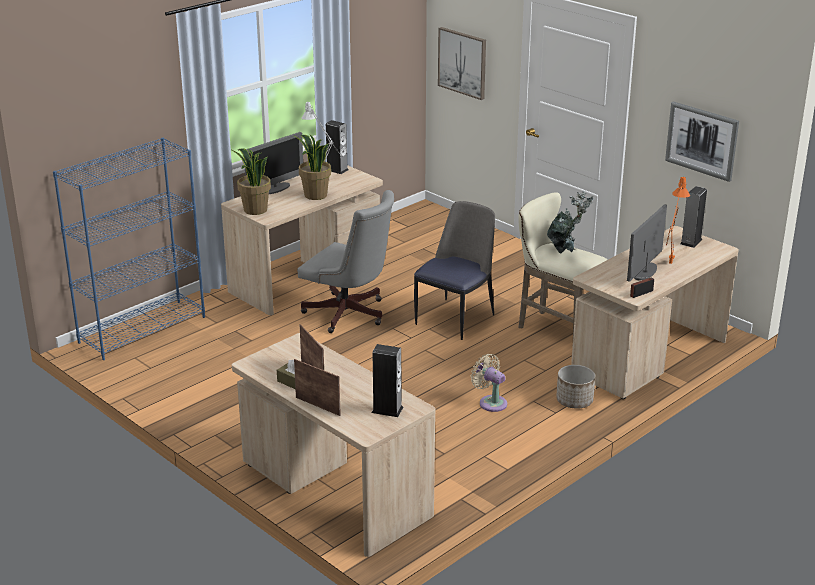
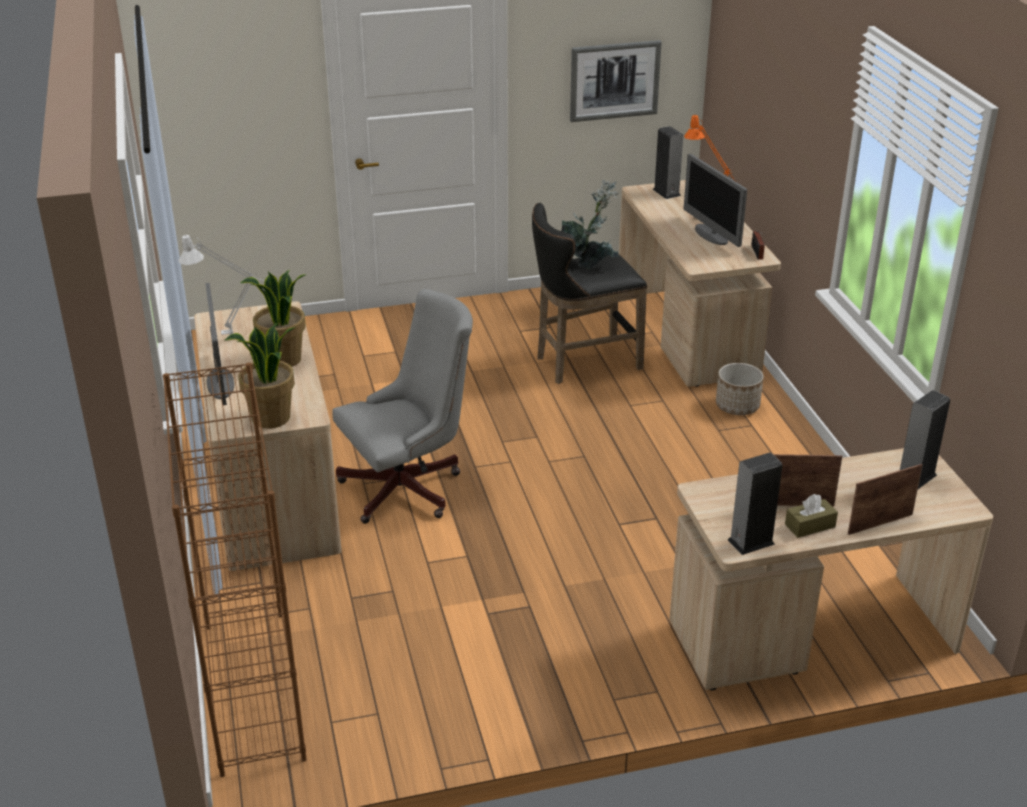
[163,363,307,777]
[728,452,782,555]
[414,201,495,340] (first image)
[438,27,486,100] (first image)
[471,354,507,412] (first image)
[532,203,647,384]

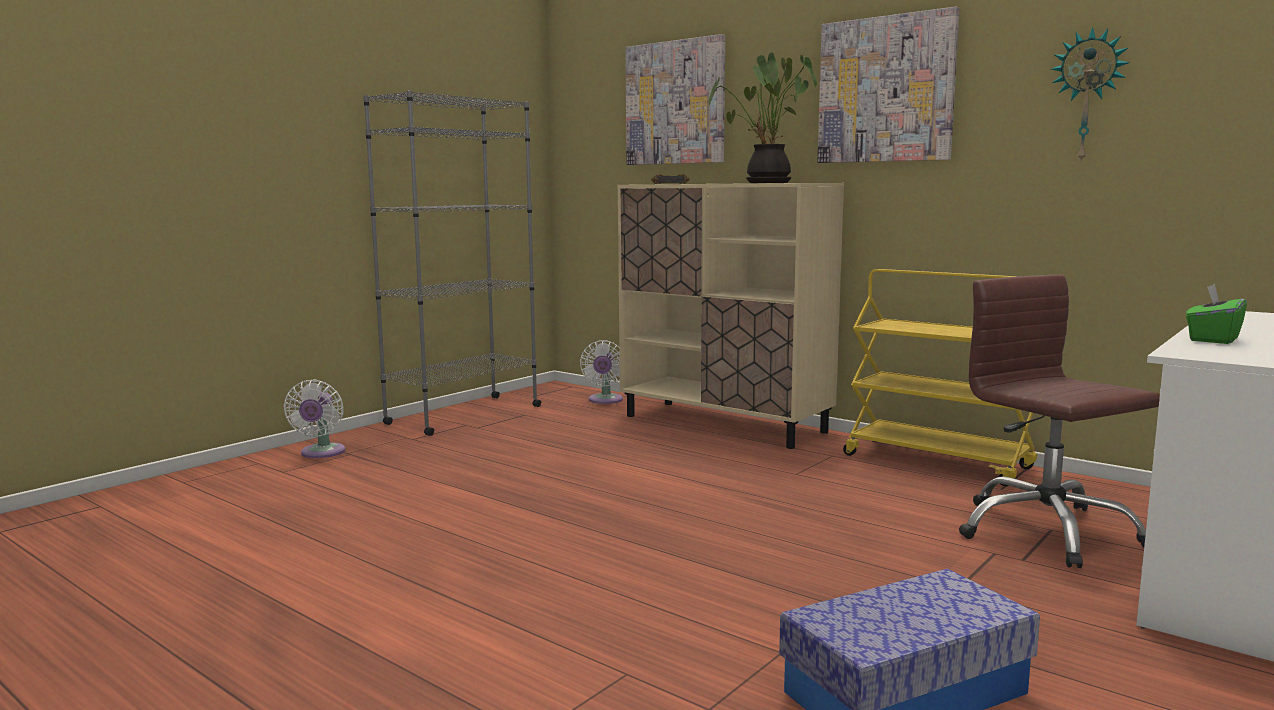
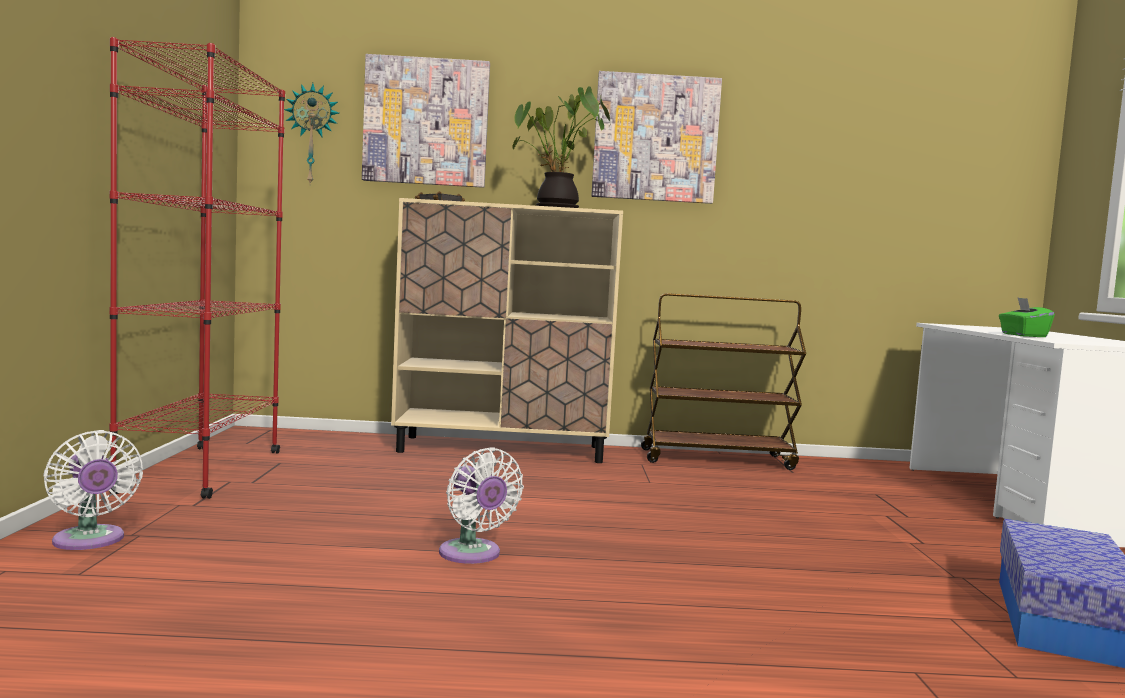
[108,37,285,499]
[439,447,524,564]
[641,293,806,470]
[959,275,1160,568] (first image)
[284,83,339,184]

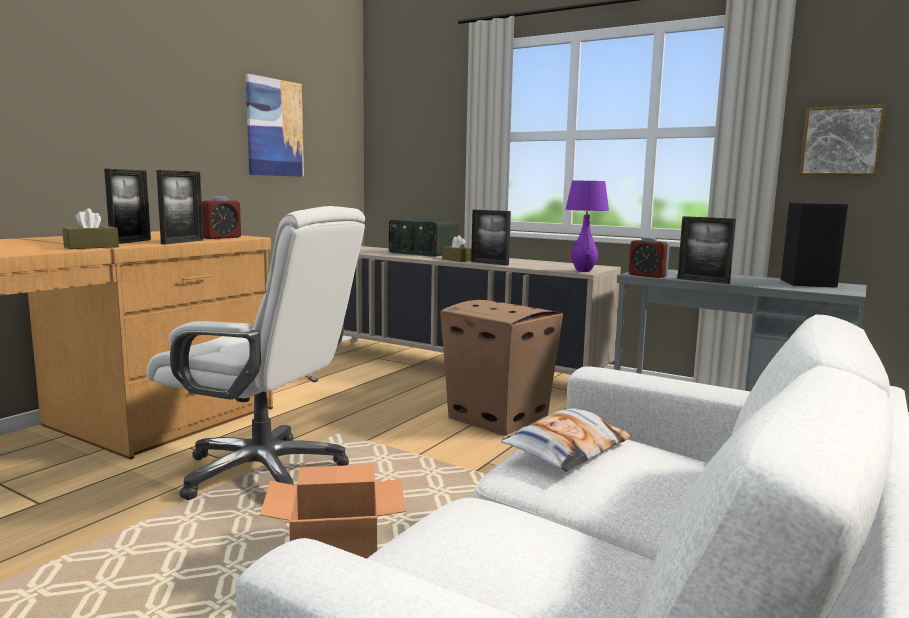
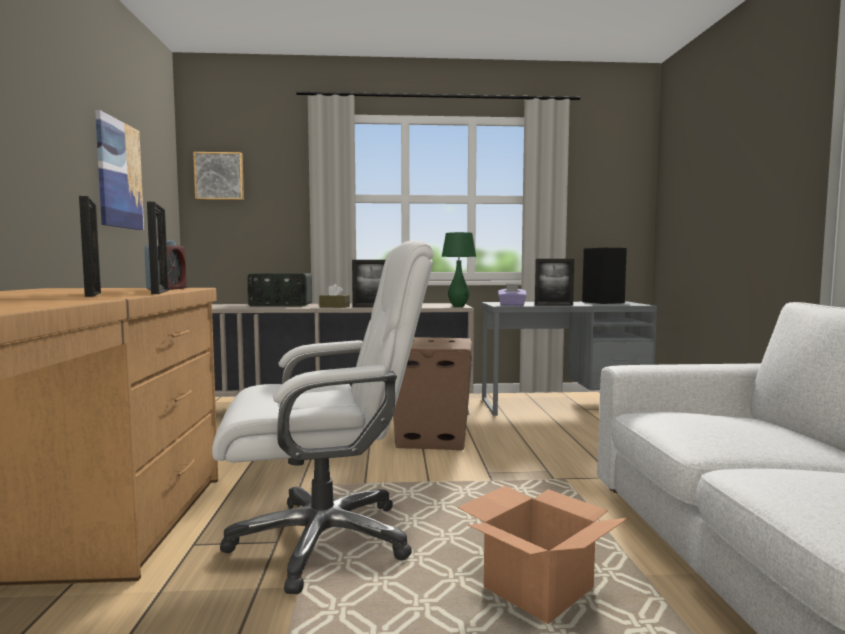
[62,208,119,249] (first image)
[500,408,632,471] (first image)
[441,232,477,307]
[498,284,527,306]
[193,152,244,200]

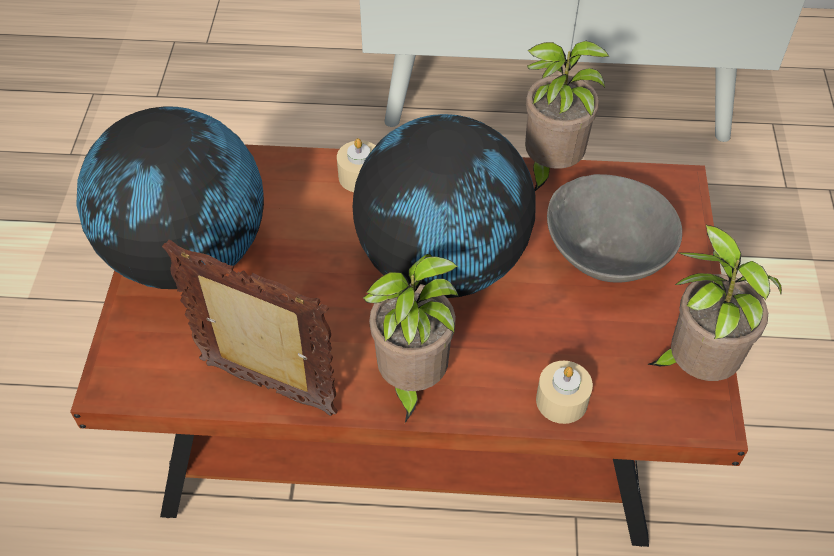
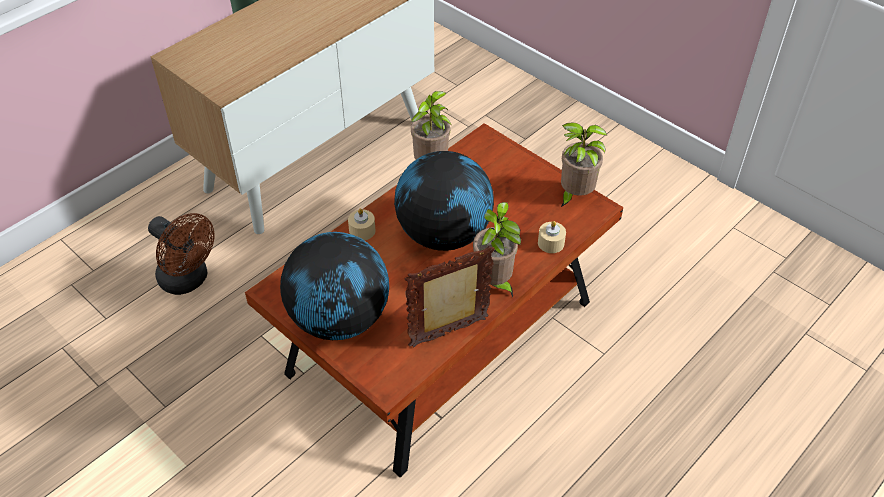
[547,174,682,283] (first image)
[148,213,215,295]

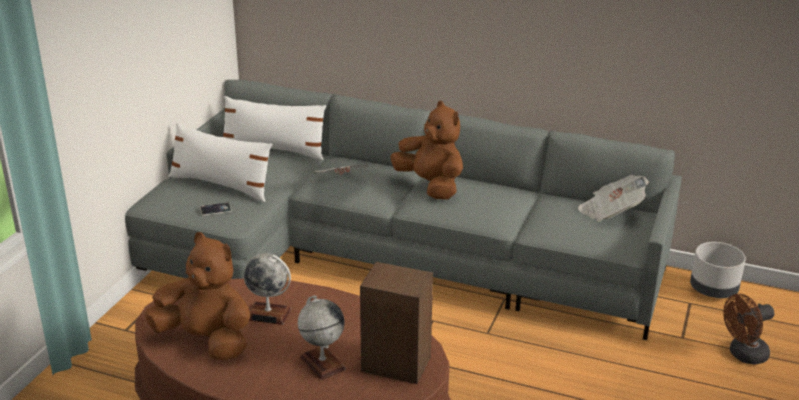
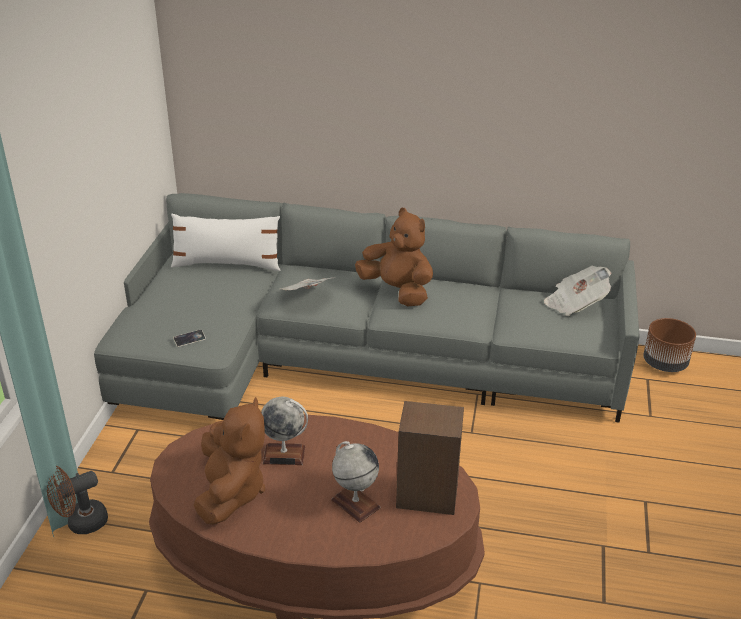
[194,397,265,525]
[168,123,272,202] (first image)
[643,318,696,372]
[47,466,108,534]

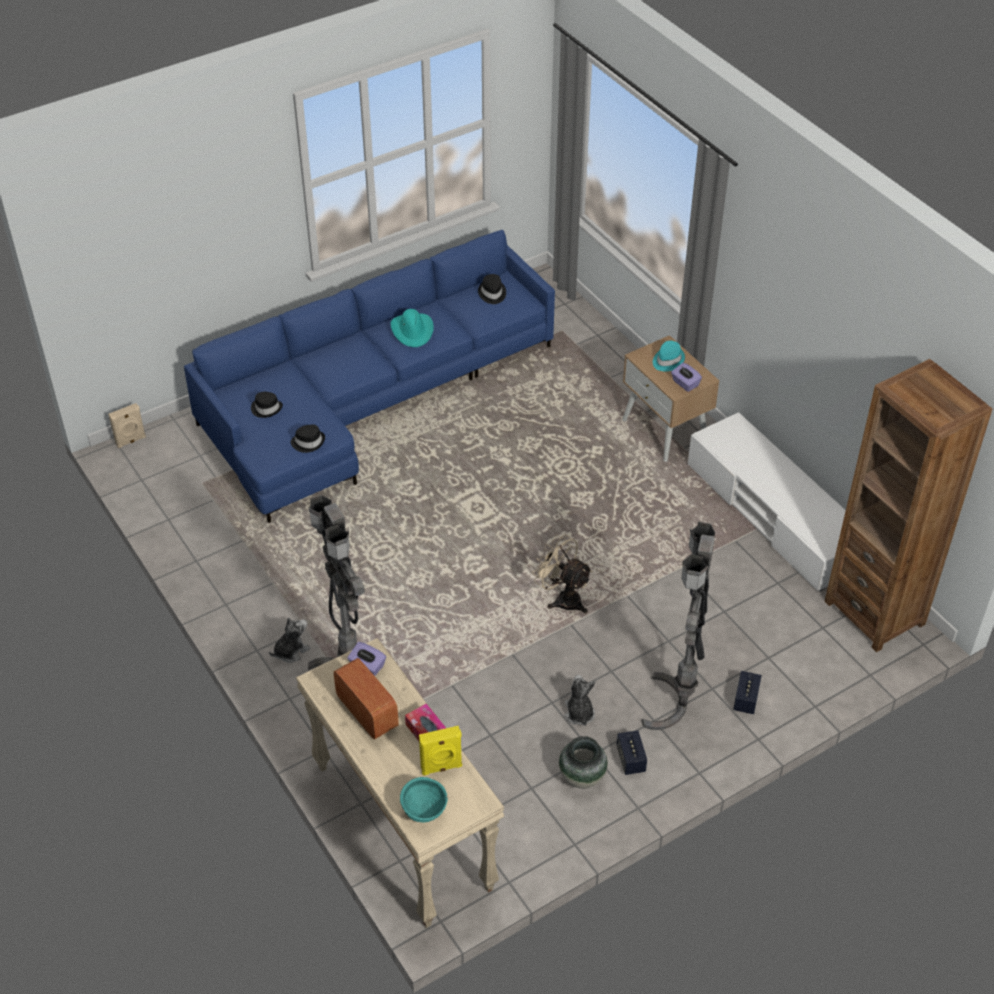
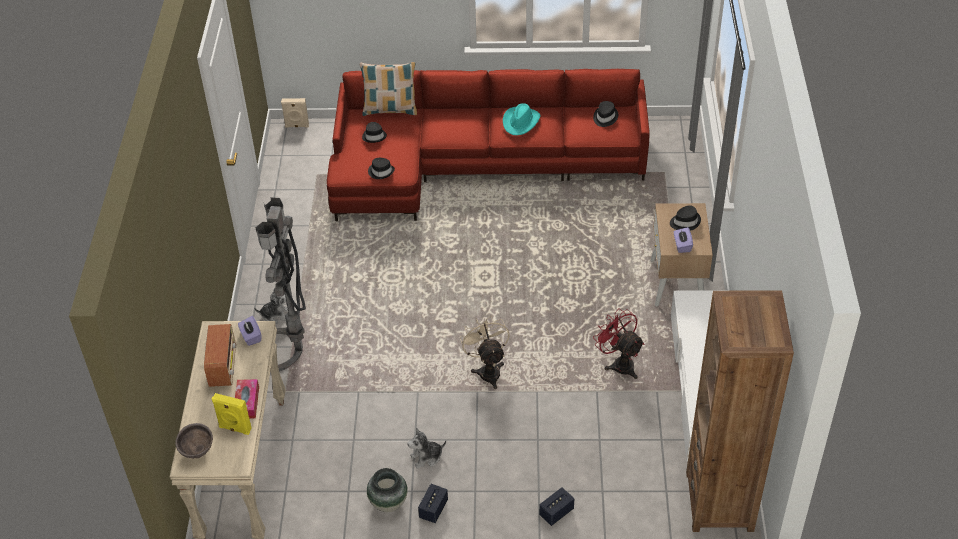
[327,69,650,221]
[175,423,213,459]
[407,427,446,469]
[642,522,715,730] (first image)
[670,205,701,231]
[360,62,417,116]
[593,308,645,379]

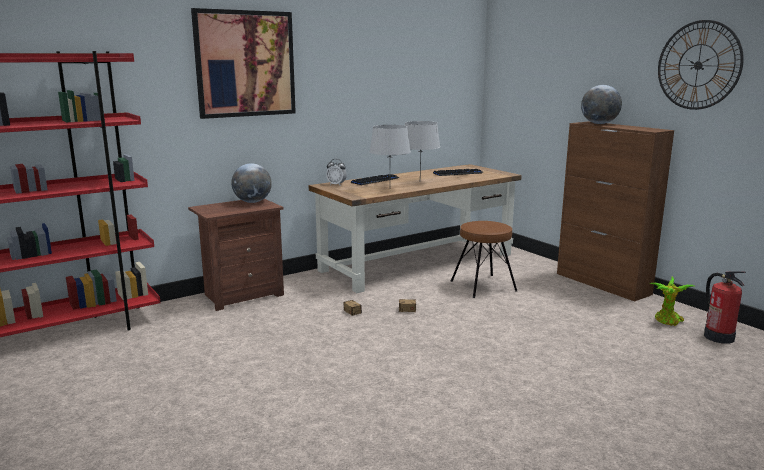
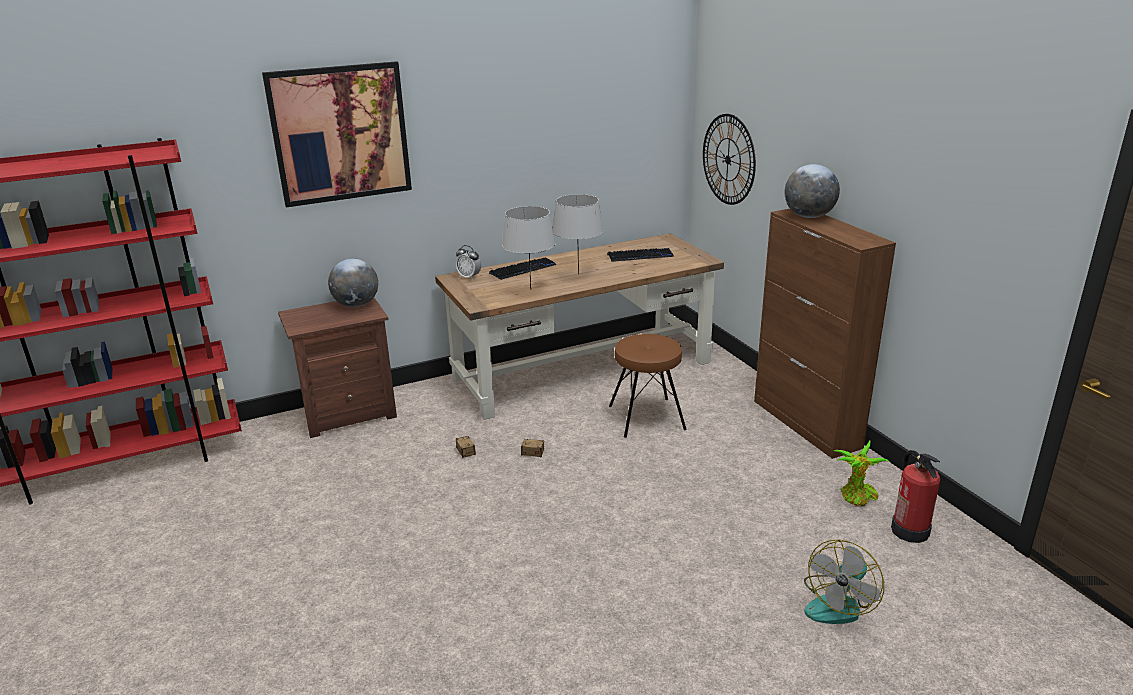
[703,114,756,205]
[804,539,884,624]

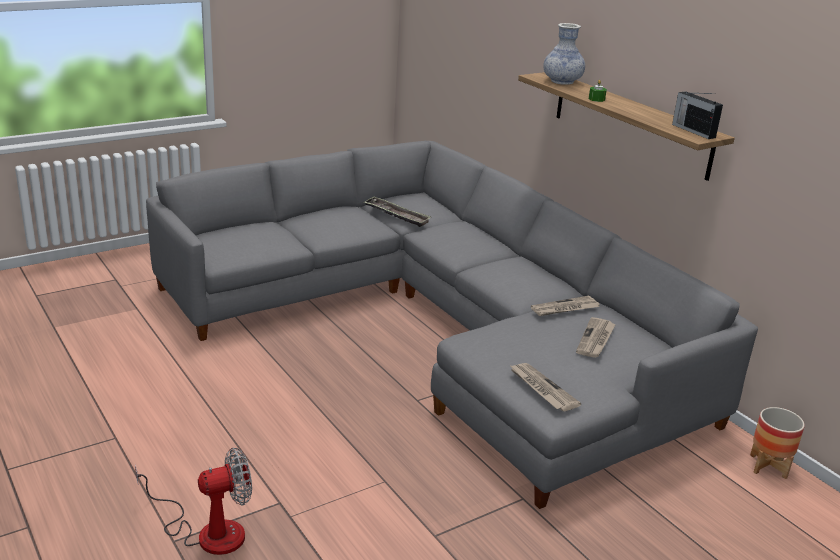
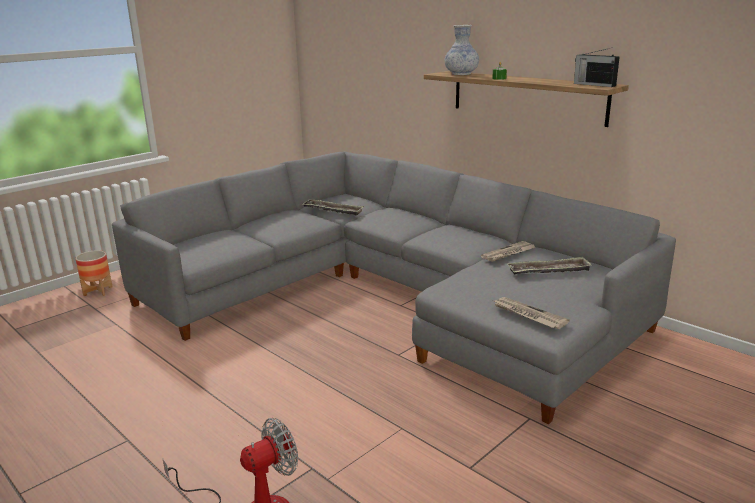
[507,257,593,274]
[75,250,113,296]

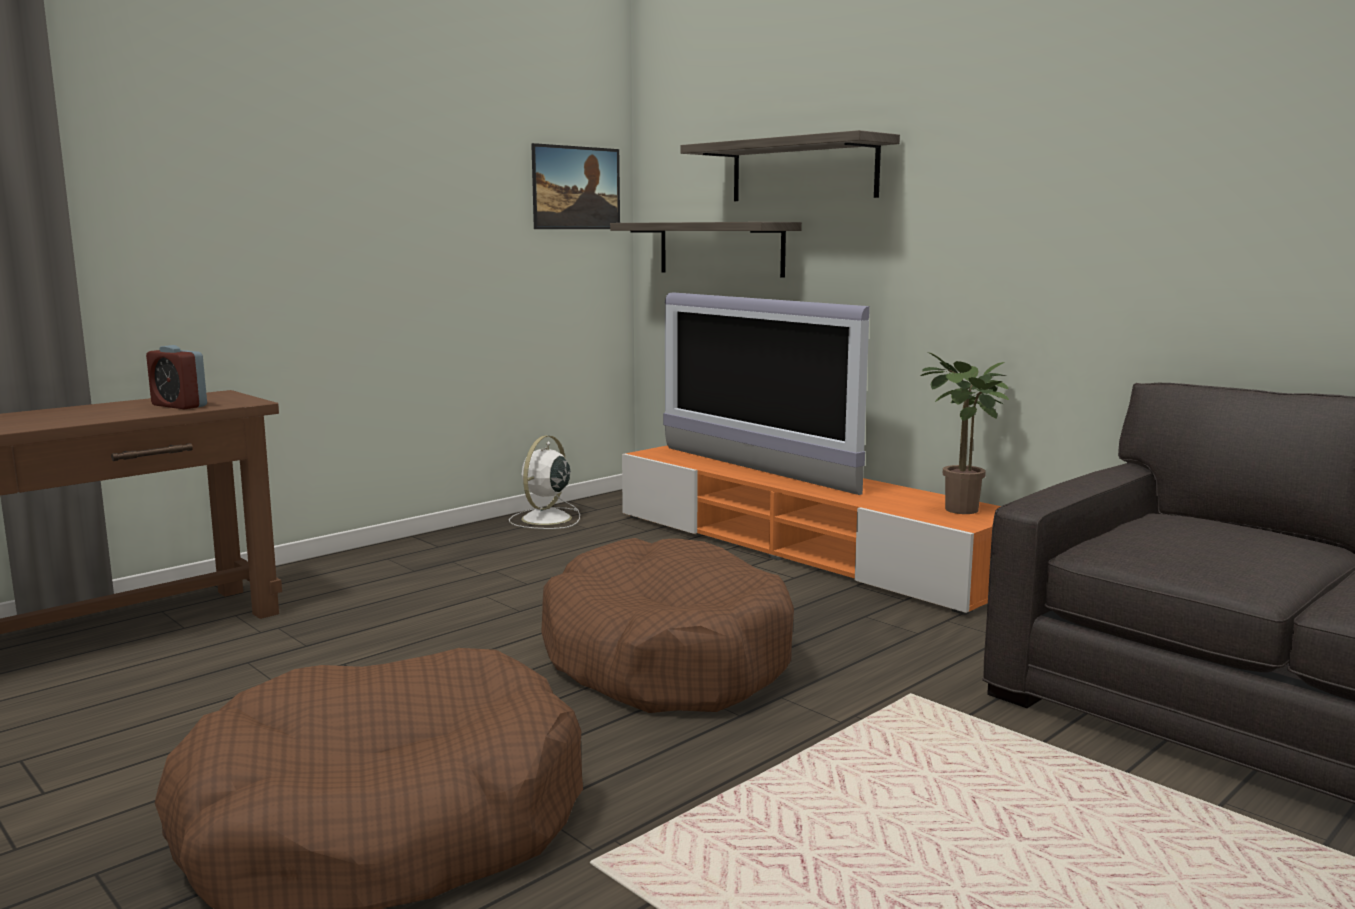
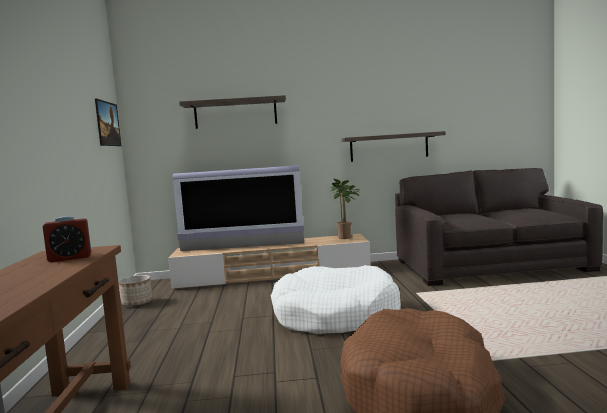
[119,275,152,306]
[271,265,401,334]
[341,131,446,162]
[168,234,371,290]

